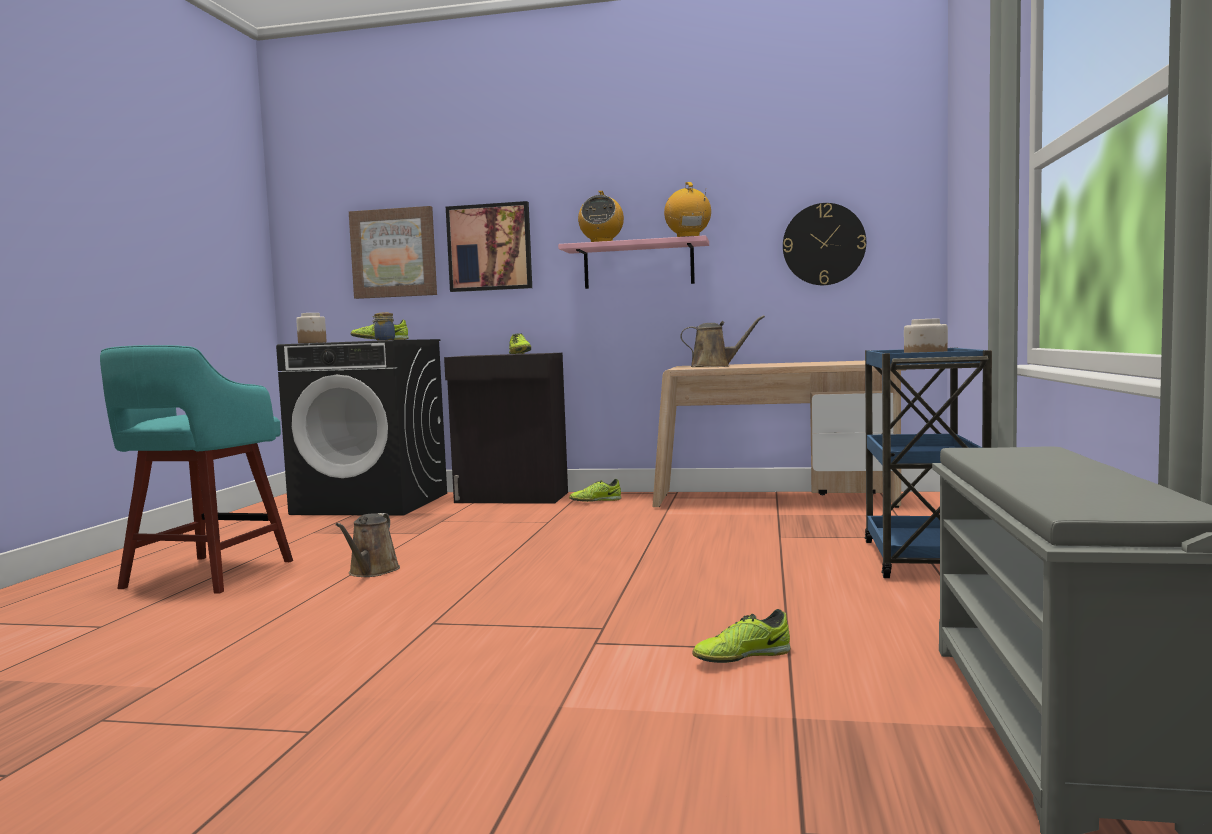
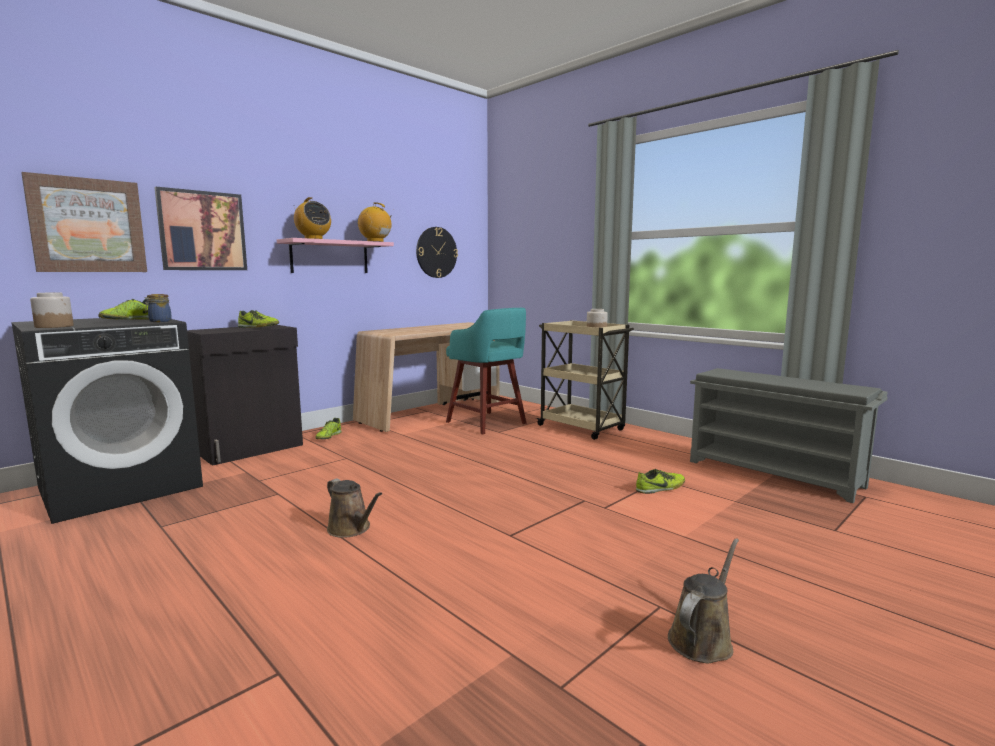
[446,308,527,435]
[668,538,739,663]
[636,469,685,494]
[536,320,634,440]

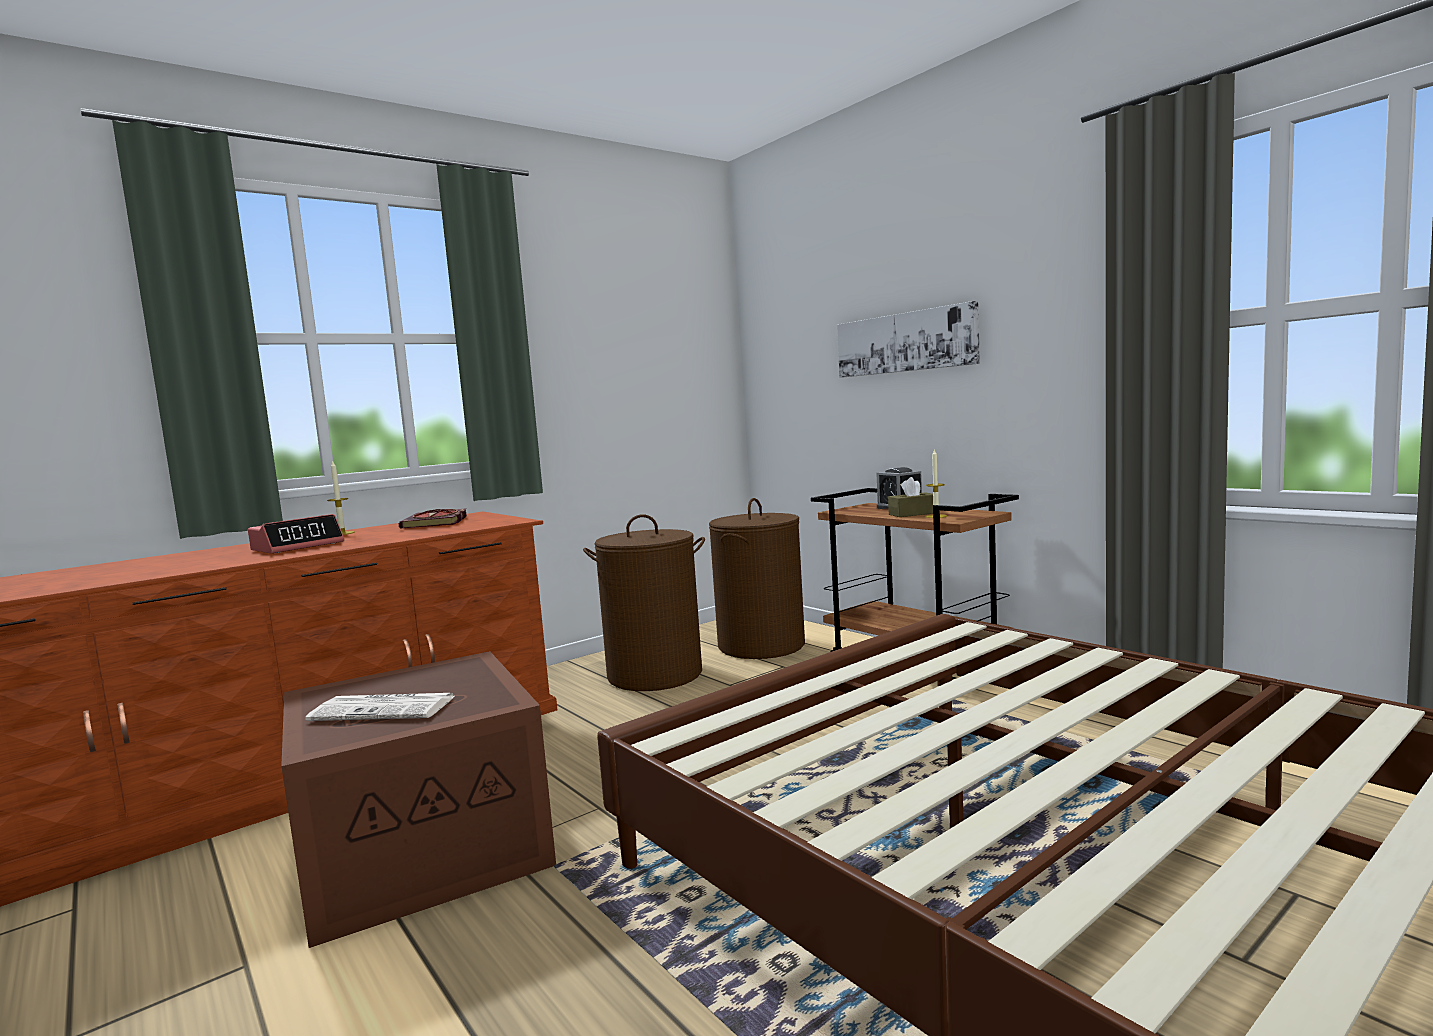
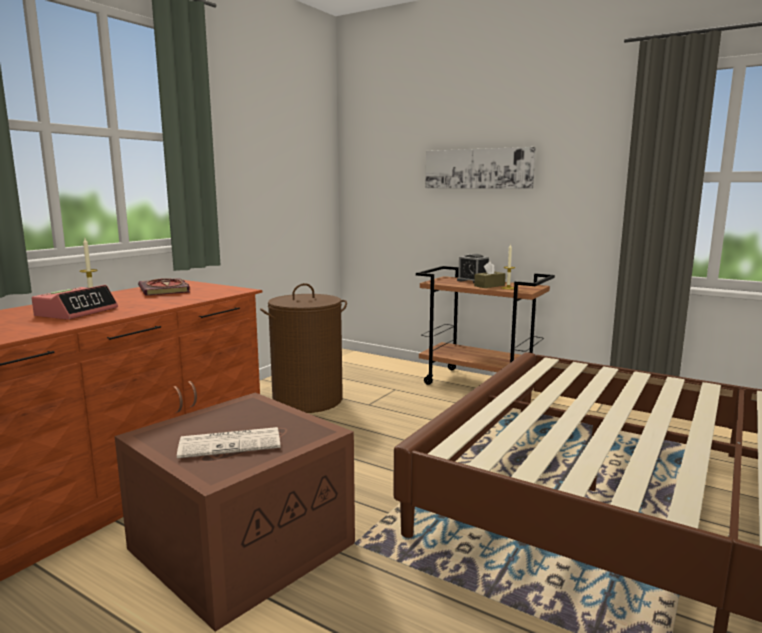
[709,498,805,659] (first image)

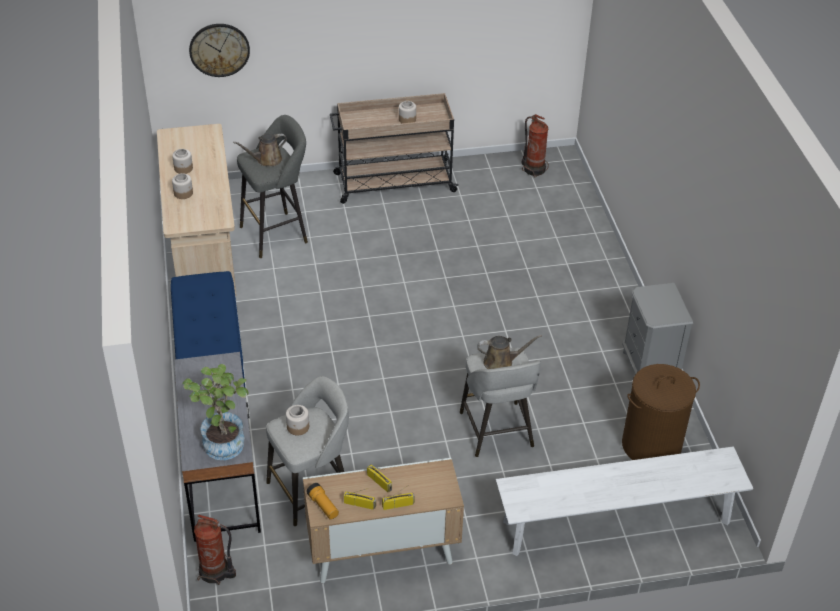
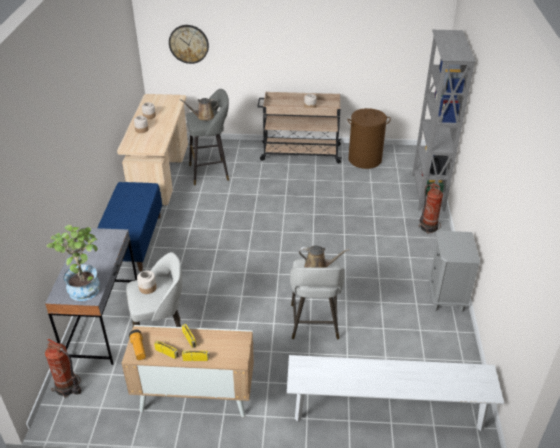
[419,183,443,234]
[347,108,391,169]
[412,30,476,211]

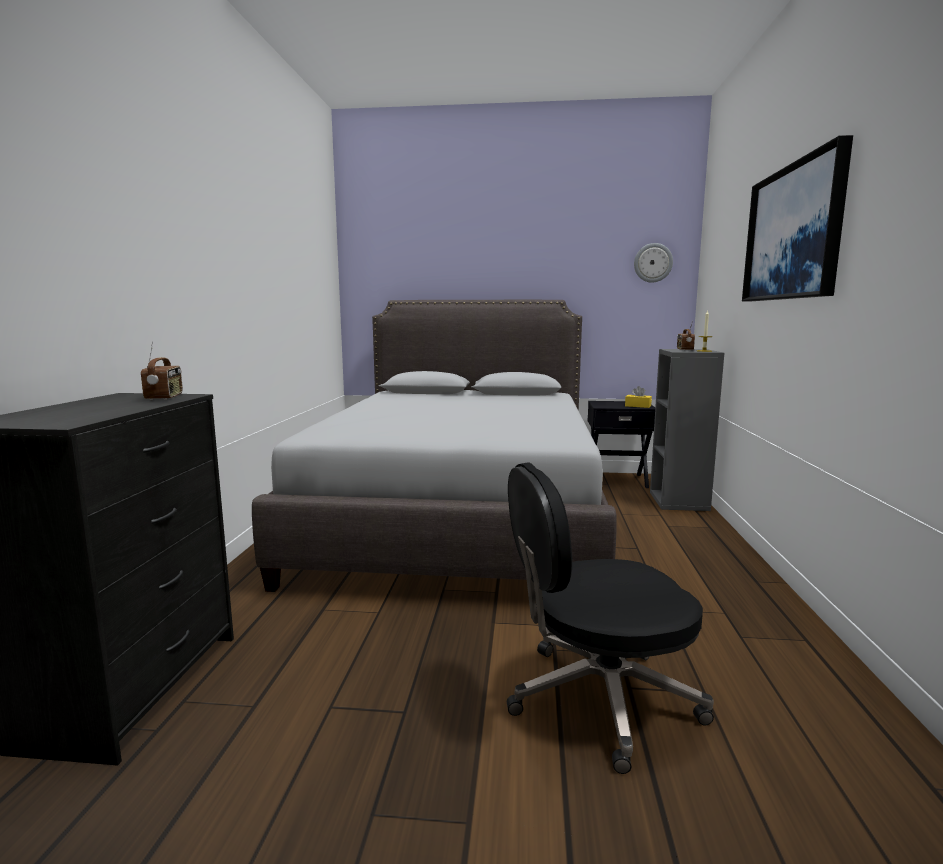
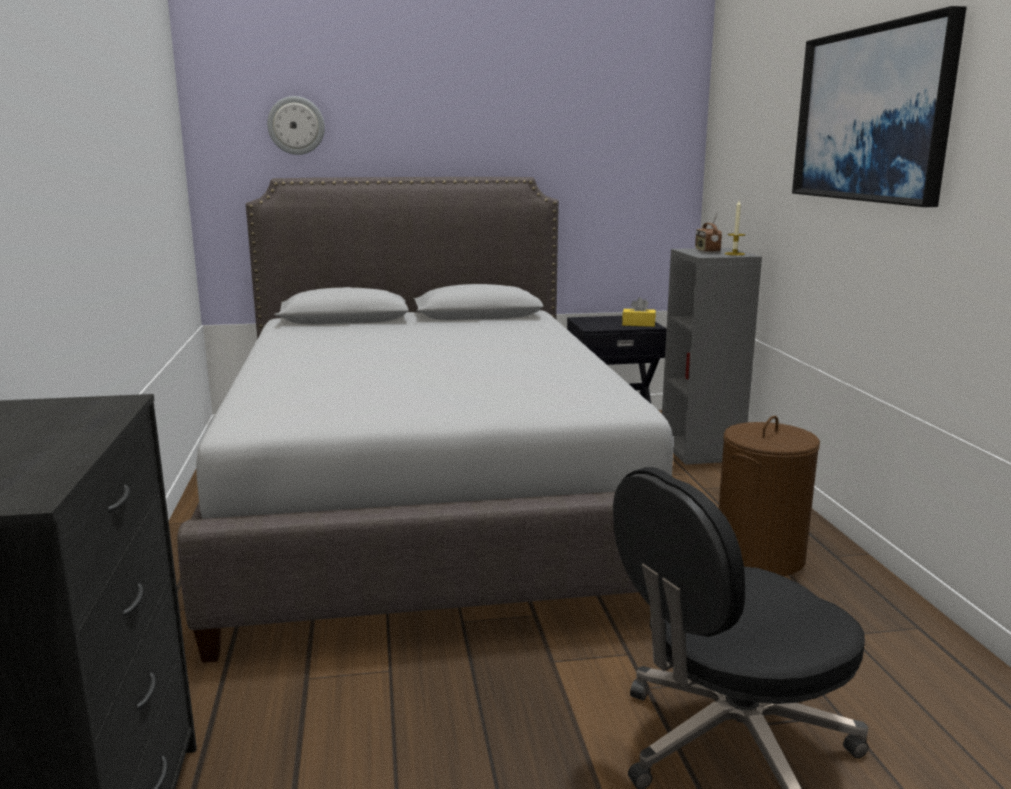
[141,341,183,400] (first image)
[267,96,325,155]
[719,416,820,576]

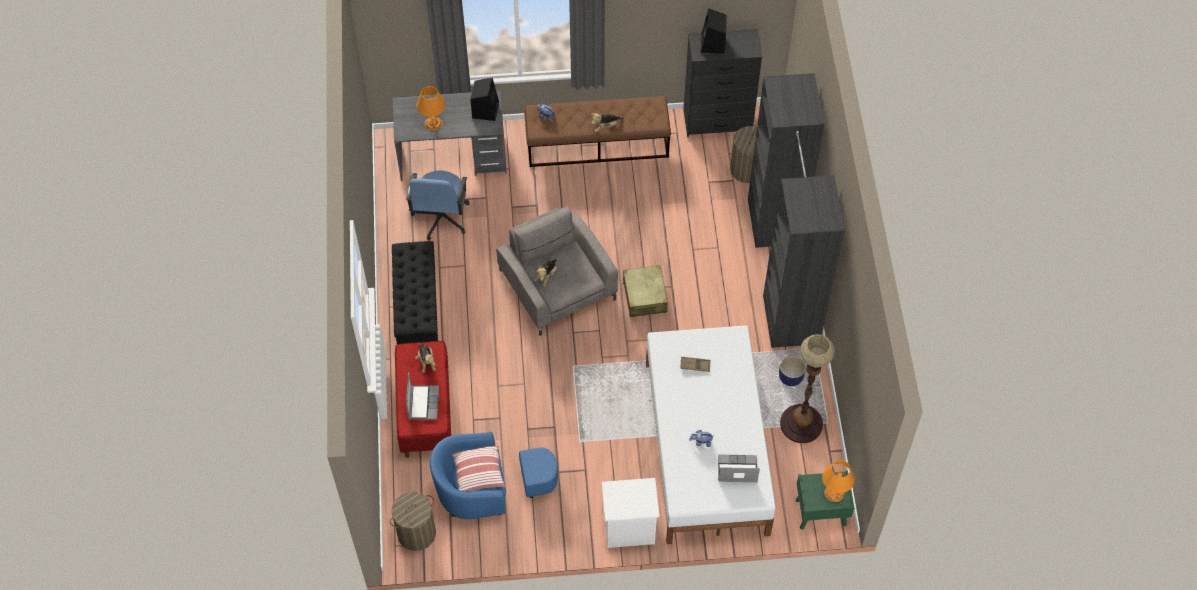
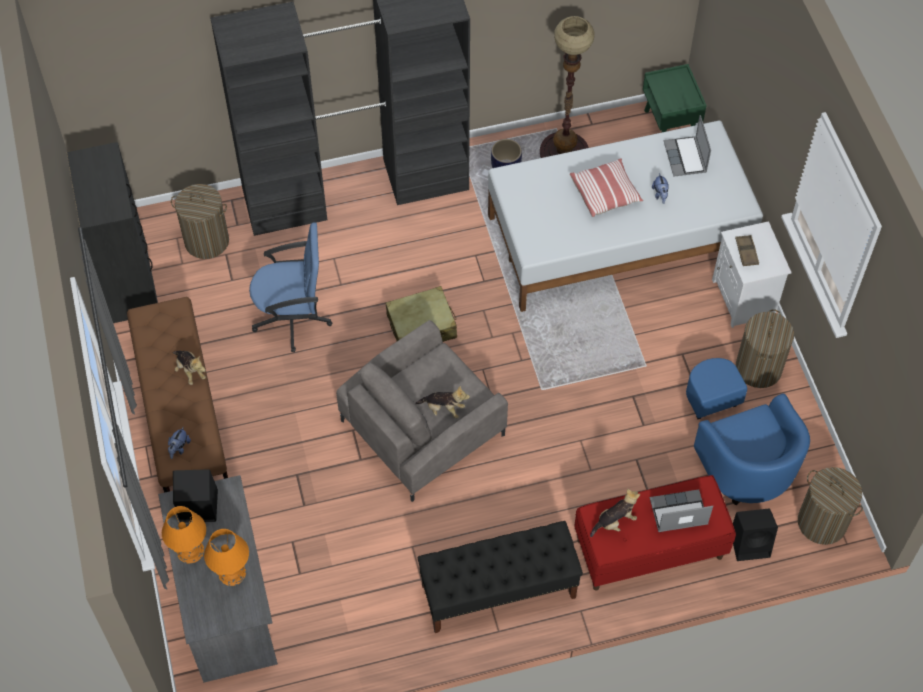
[249,222,332,352]
[570,159,643,217]
[735,235,759,266]
[733,508,778,561]
[162,506,206,564]
[736,309,794,388]

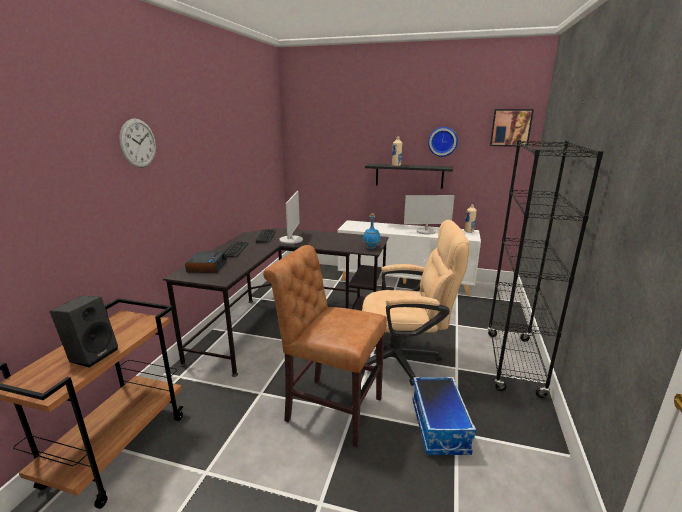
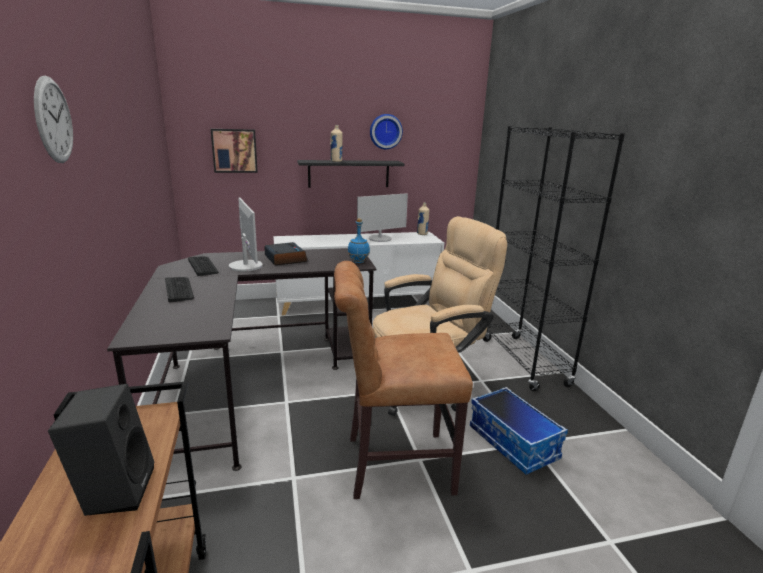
[264,242,307,266]
[211,129,258,173]

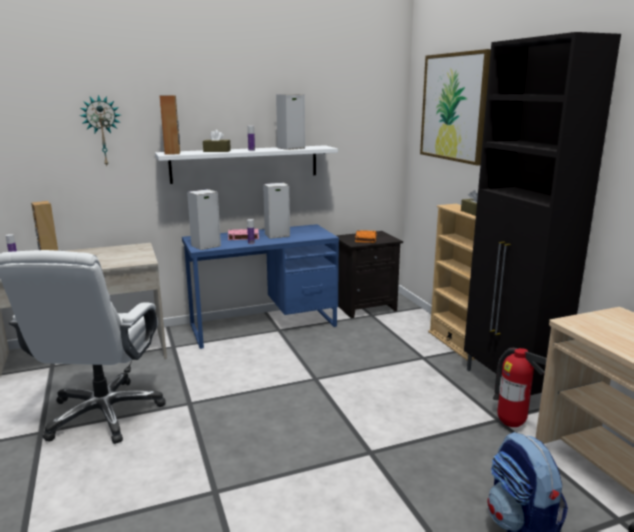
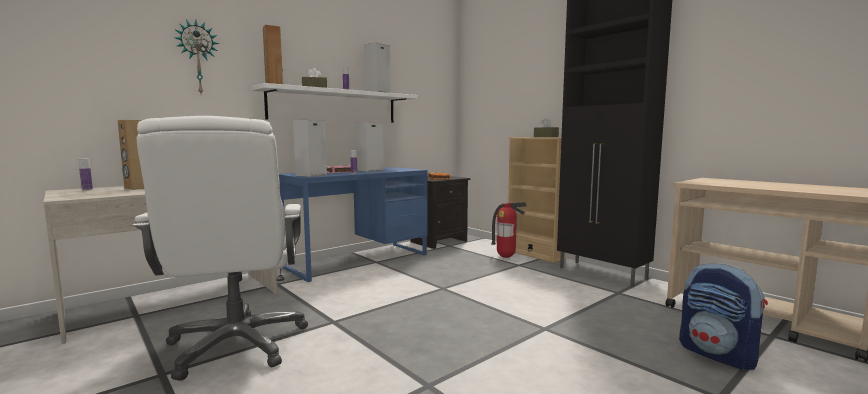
[420,49,491,166] (first image)
[491,202,527,258]

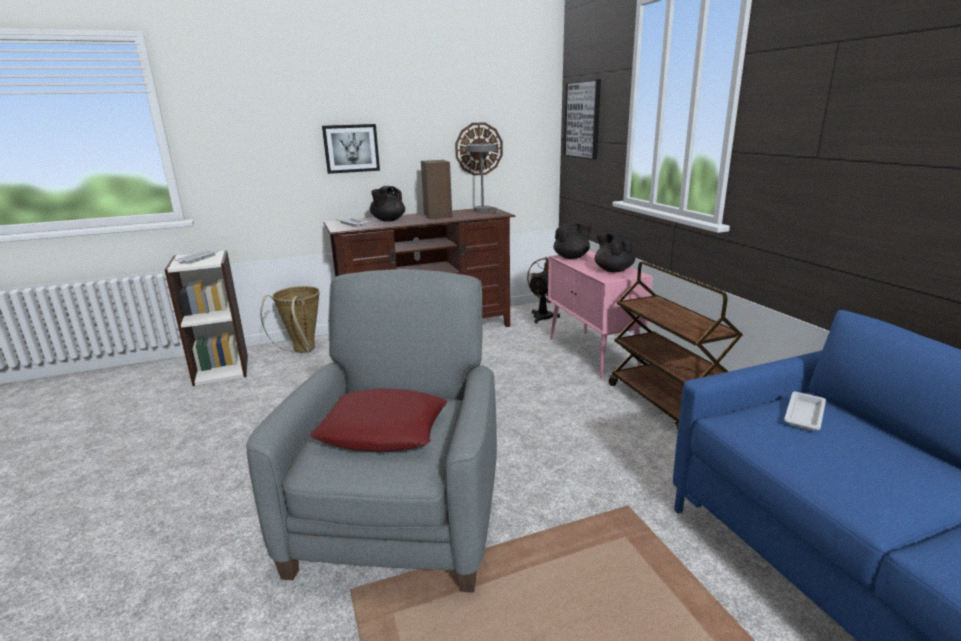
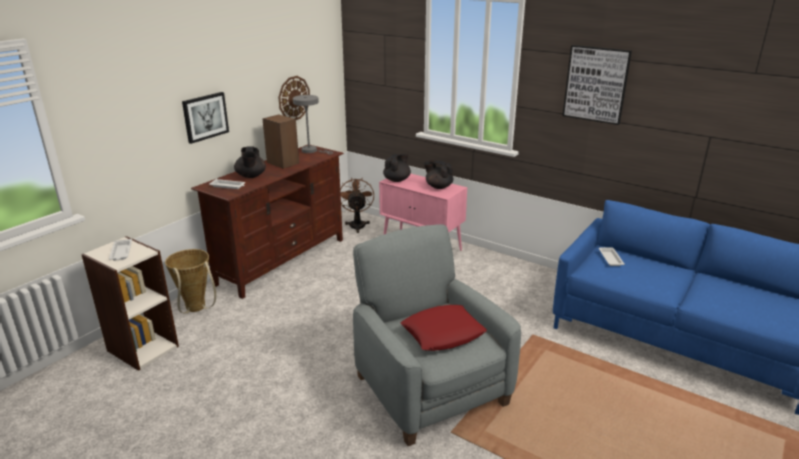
[563,45,632,125]
[609,261,743,429] (first image)

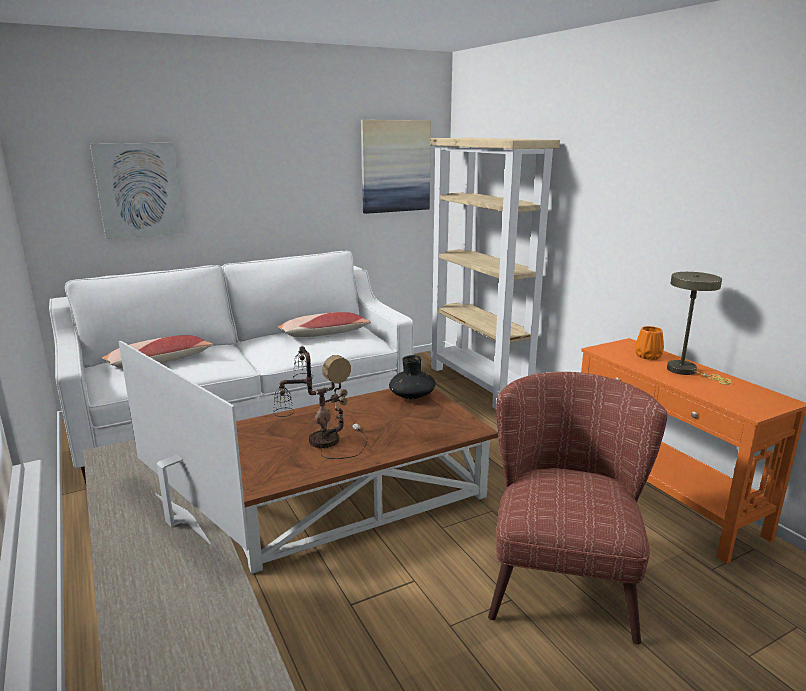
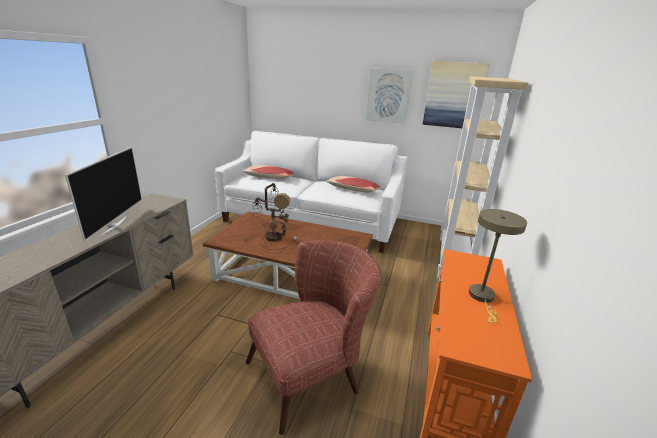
[366,68,413,124]
[389,355,435,399] (first image)
[635,326,664,360] (first image)

